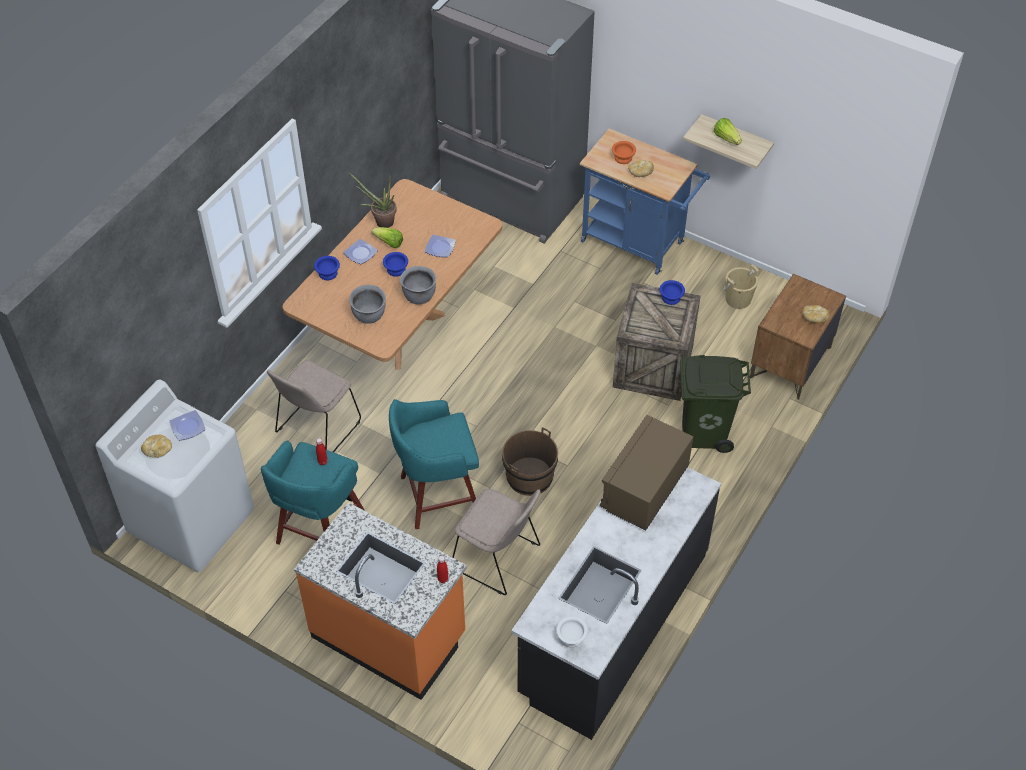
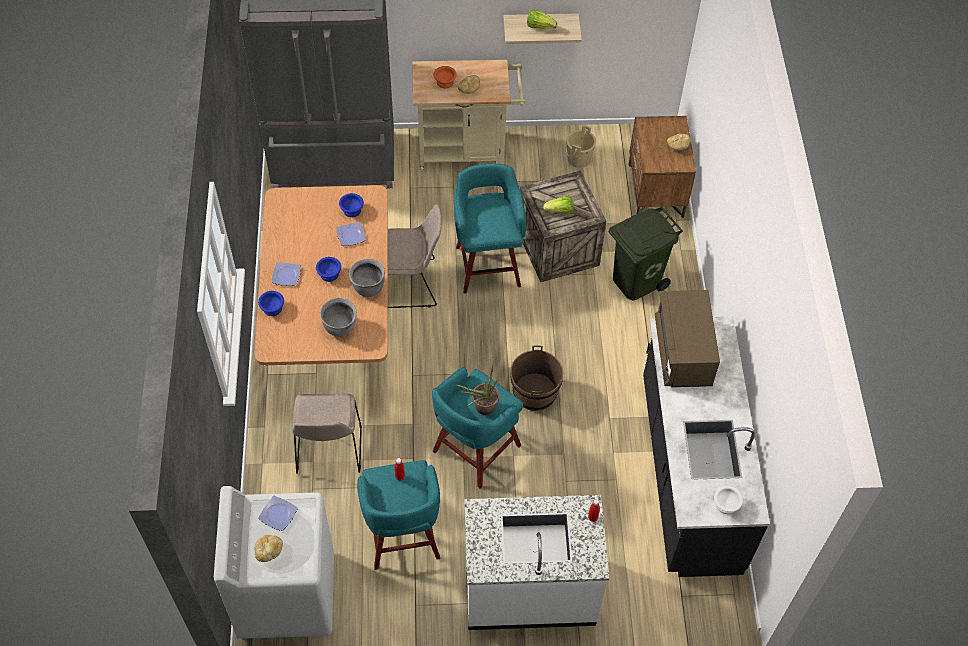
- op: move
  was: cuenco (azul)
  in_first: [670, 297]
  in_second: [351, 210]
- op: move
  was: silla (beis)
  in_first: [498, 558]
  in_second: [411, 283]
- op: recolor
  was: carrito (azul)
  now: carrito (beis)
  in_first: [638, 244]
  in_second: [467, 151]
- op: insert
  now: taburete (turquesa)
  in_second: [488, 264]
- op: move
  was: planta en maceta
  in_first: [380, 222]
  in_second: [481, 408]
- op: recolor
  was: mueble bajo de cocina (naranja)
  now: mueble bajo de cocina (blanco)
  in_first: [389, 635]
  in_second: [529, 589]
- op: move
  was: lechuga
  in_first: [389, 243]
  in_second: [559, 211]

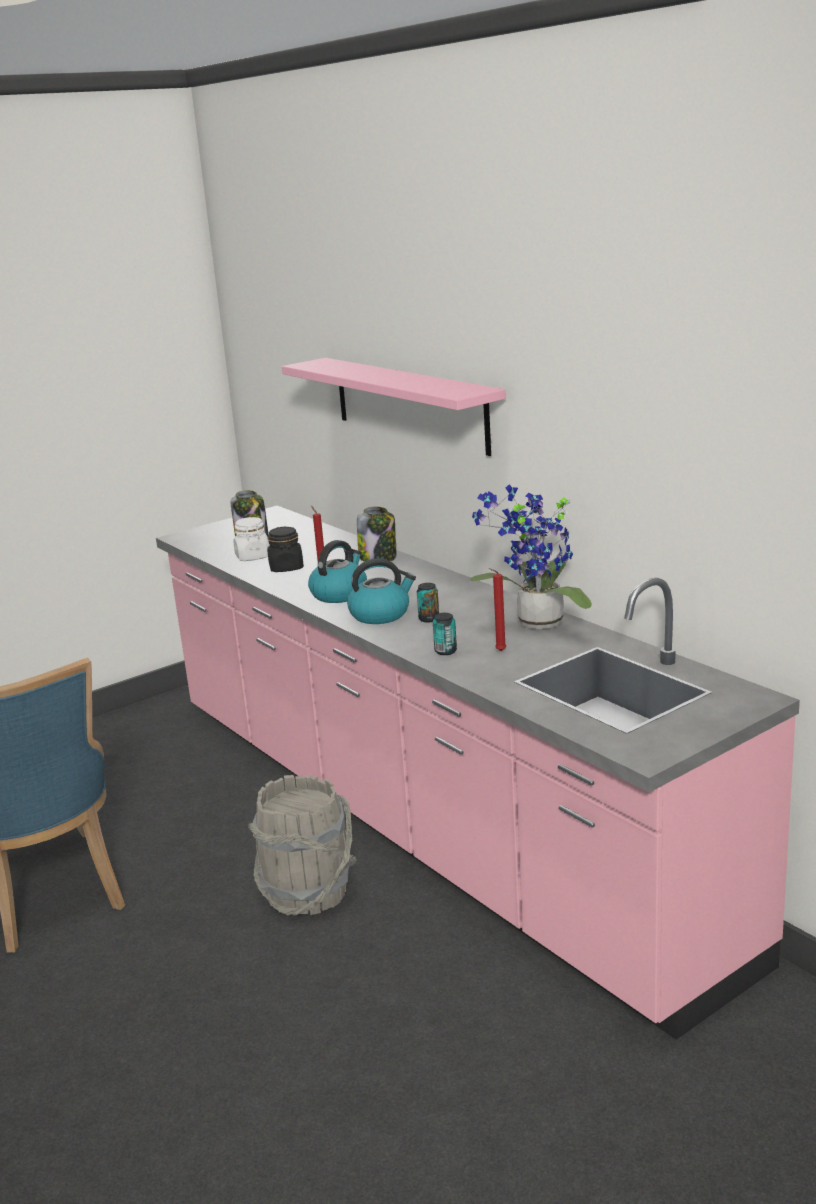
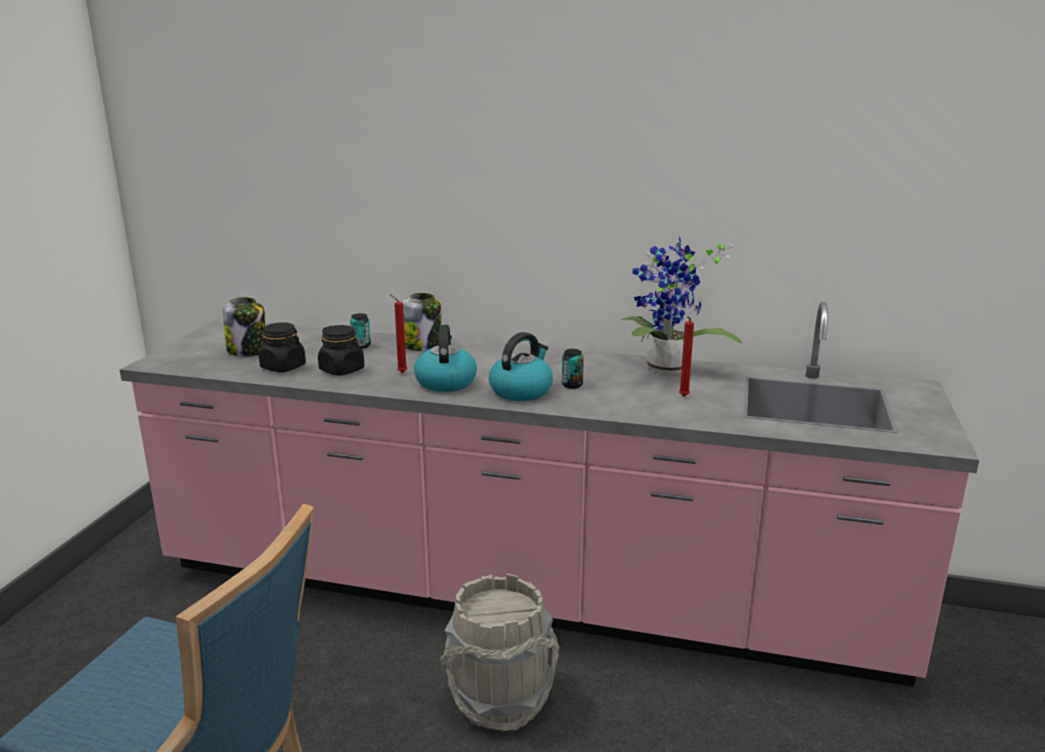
- op: recolor
  was: tarro (blanco)
  now: tarro (negro)
  in_first: [252, 557]
  in_second: [283, 367]
- op: move
  was: lata
  in_first: [445, 651]
  in_second: [361, 345]
- op: delete
  was: estante (rosa)
  in_first: [409, 404]

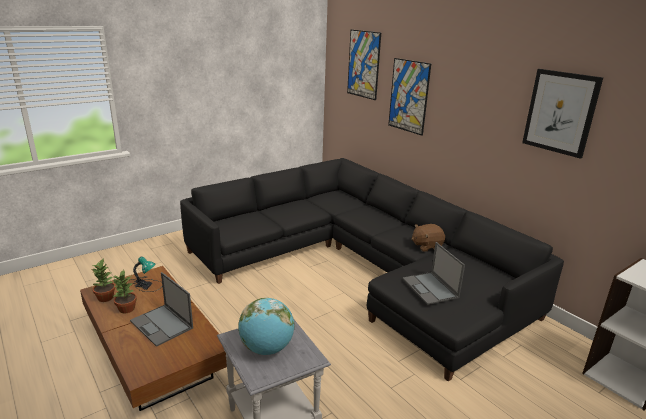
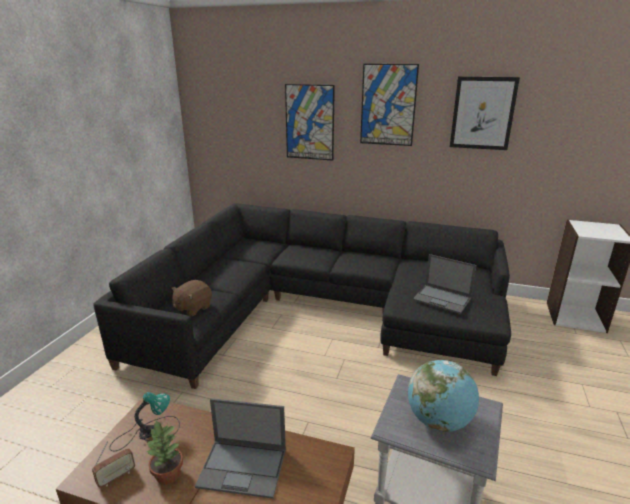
- op: replace
  was: planta en maceta
  now: radio
  in_first: [106, 297]
  in_second: [116, 477]
- op: move
  was: peluche (marrón)
  in_first: [426, 246]
  in_second: [193, 308]
- op: move
  was: cuadro
  in_first: [363, 64]
  in_second: [388, 105]

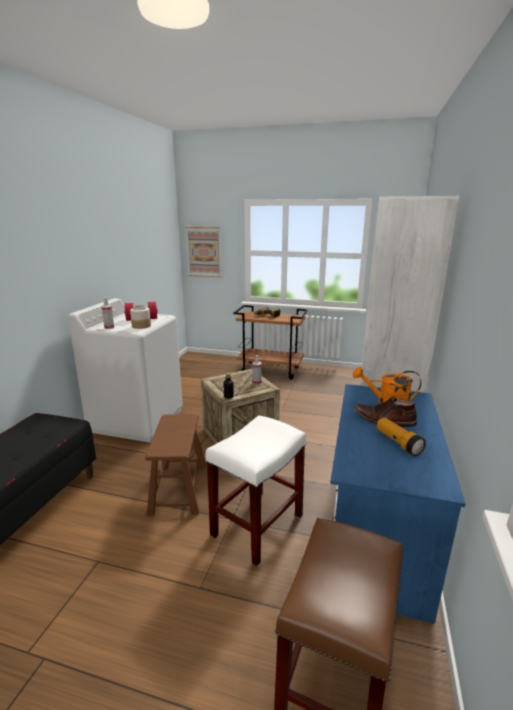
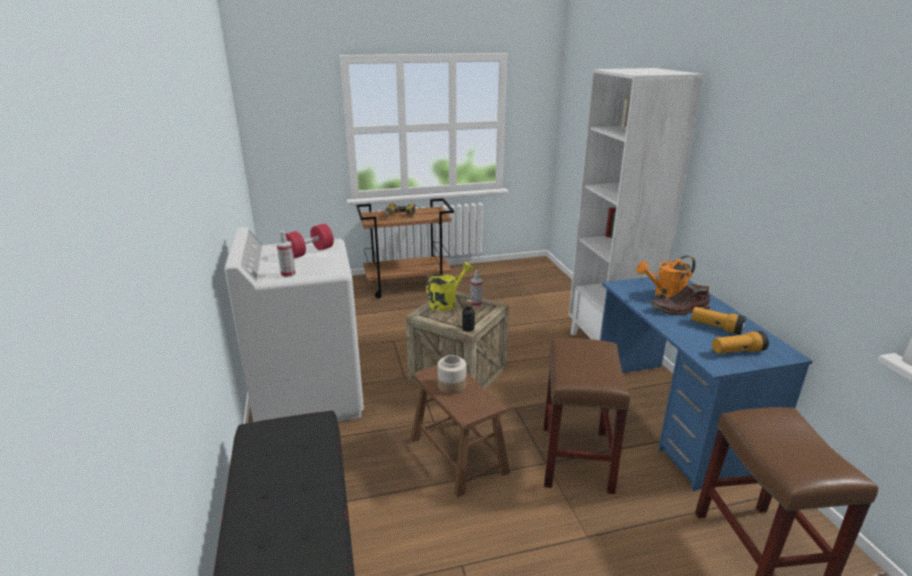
- op: insert
  now: regadera (amarillo)
  in_second: [446, 303]
- op: move
  was: tarro
  in_first: [141, 326]
  in_second: [451, 386]
- op: recolor
  was: taburete (blanco)
  now: taburete (marrón)
  in_first: [257, 525]
  in_second: [575, 457]
- op: insert
  now: linterna
  in_second: [737, 351]
- op: delete
  was: cuadro
  in_first: [204, 252]

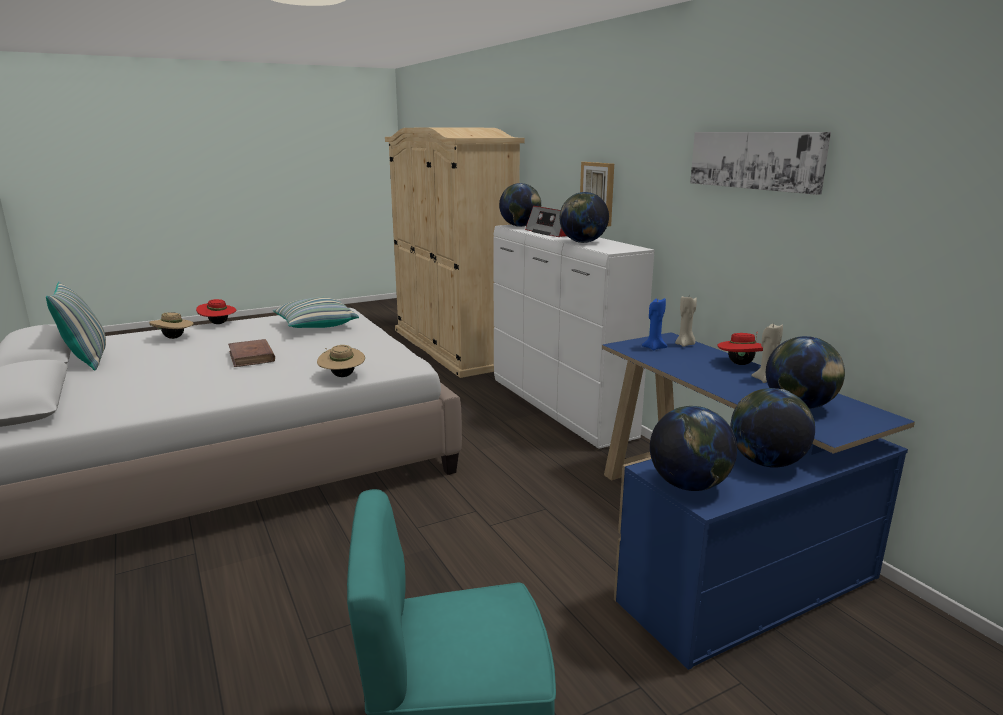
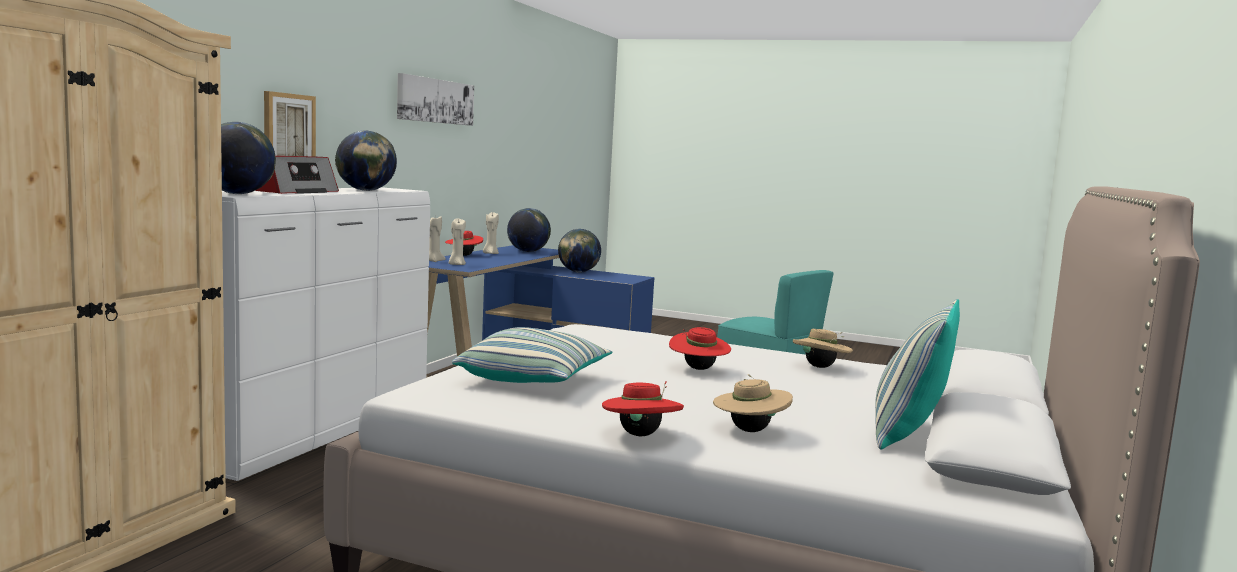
- op: recolor
  was: vela (azul)
  now: vela (beis)
  in_first: [654, 348]
  in_second: [456, 265]
- op: replace
  was: libro (marrón)
  now: sombrero (rojo)
  in_first: [251, 356]
  in_second: [698, 369]
- op: move
  was: sombrero (beis)
  in_first: [342, 376]
  in_second: [820, 367]
- op: delete
  was: globo terráqueo
  in_first: [689, 486]

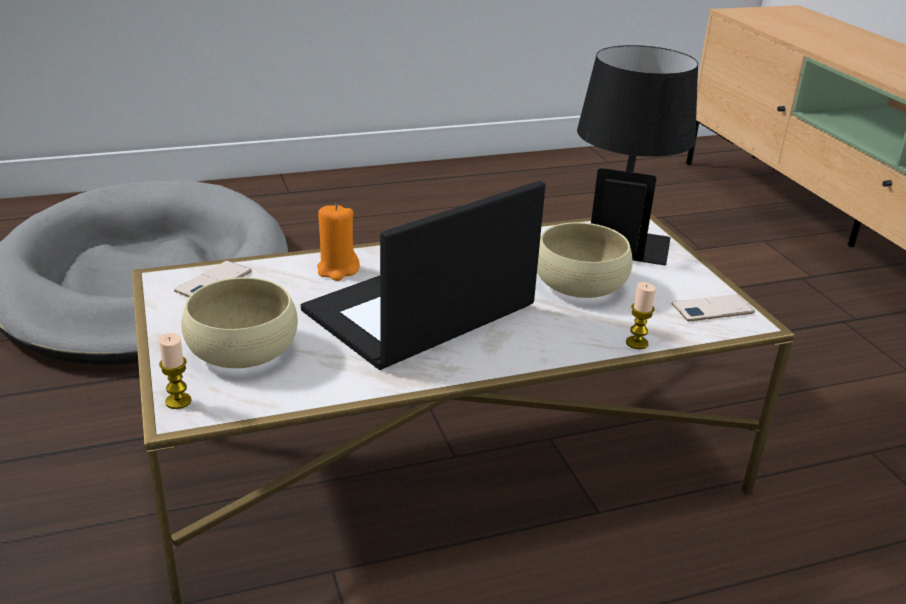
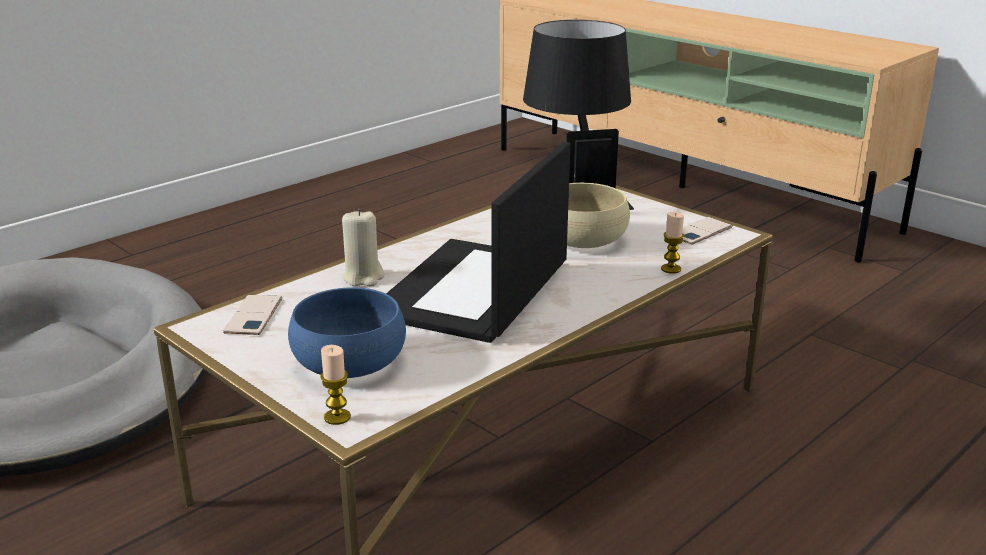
- op: recolor
  was: cuenco (beis)
  now: cuenco (azul)
  in_first: [243, 350]
  in_second: [350, 361]
- op: recolor
  was: vela (naranja)
  now: vela (beis)
  in_first: [337, 270]
  in_second: [363, 277]

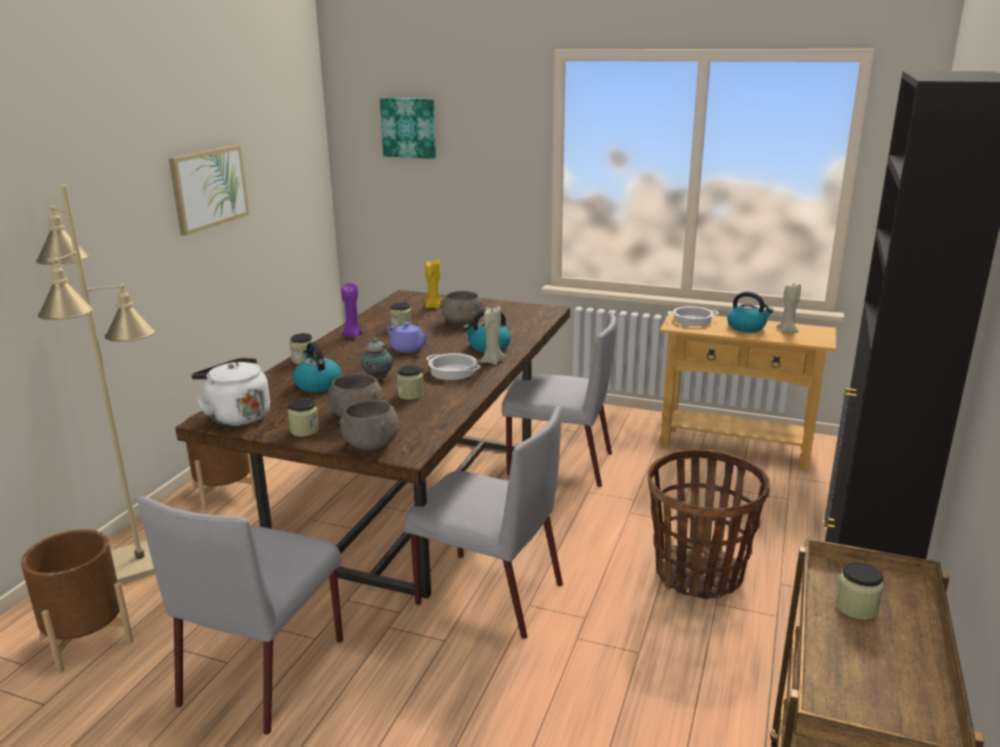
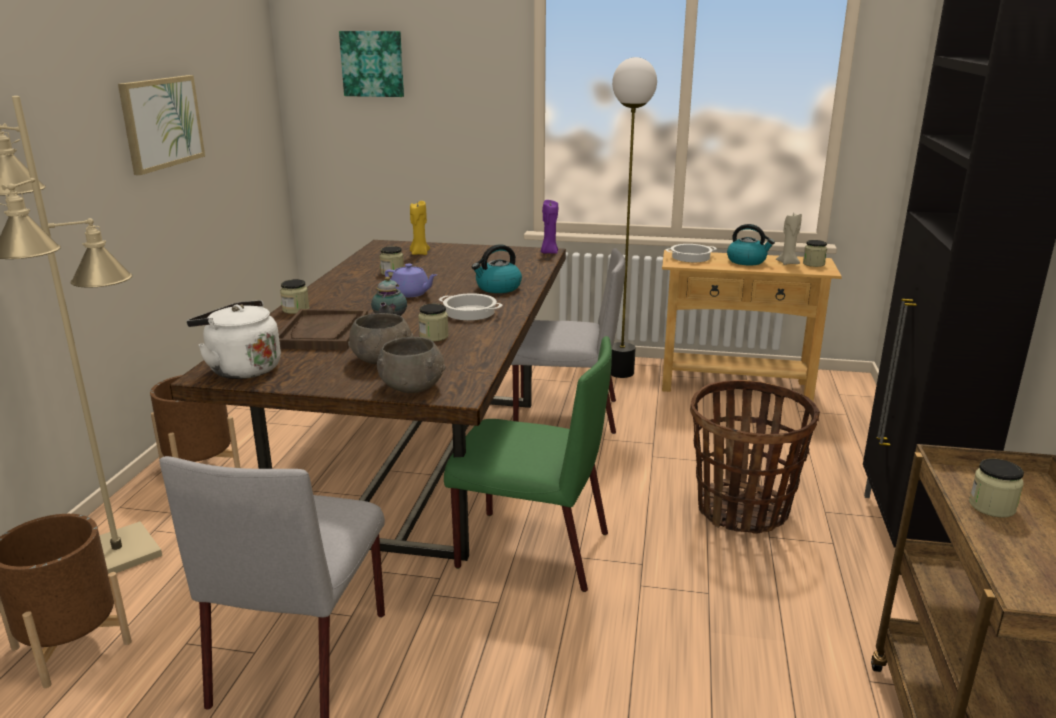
- op: replace
  was: hervidor
  now: bandeja (marrón)
  in_first: [317, 385]
  in_second: [323, 332]
- op: recolor
  was: silla (gris)
  now: silla (verde)
  in_first: [487, 594]
  in_second: [530, 549]
- op: move
  was: vela (morado)
  in_first: [352, 335]
  in_second: [549, 252]
- op: insert
  now: lámpara de pie
  in_second: [621, 373]
- op: move
  was: tarro
  in_first: [304, 430]
  in_second: [813, 264]
- op: delete
  was: cuenco (gris)
  in_first: [462, 322]
- op: delete
  was: vela (beis)
  in_first: [492, 361]

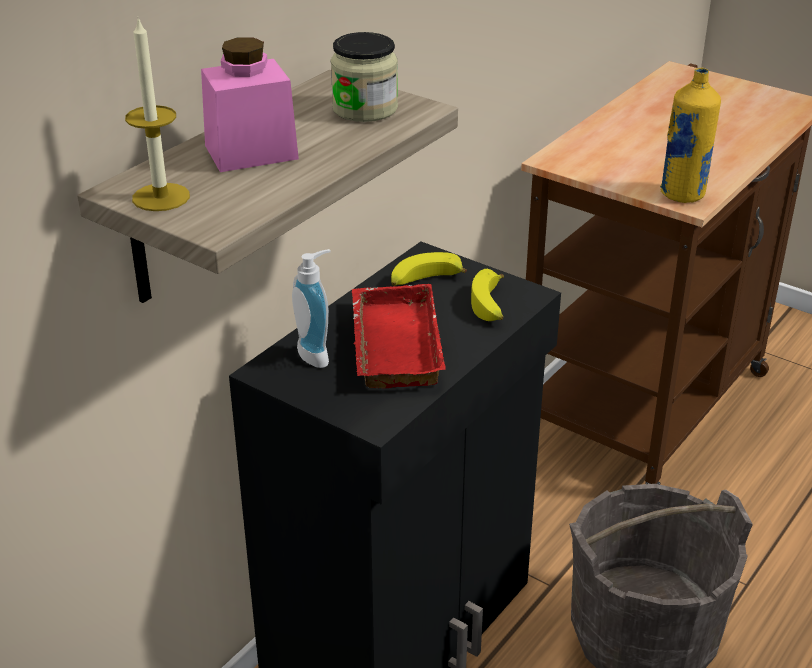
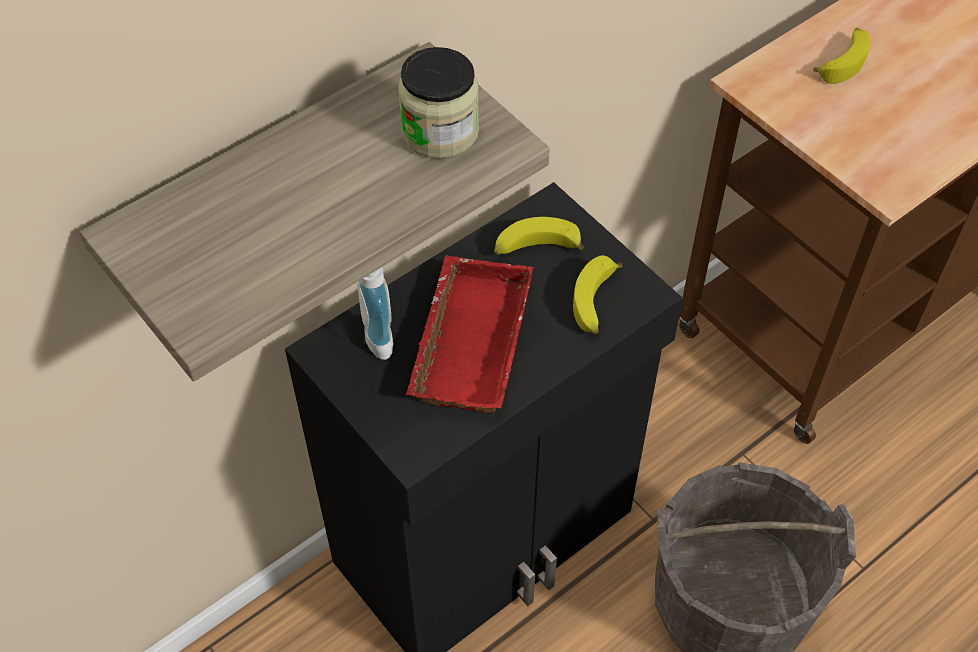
- op: insert
  now: plátano
  in_second: [843, 61]
- op: delete
  was: vela
  in_first: [161, 197]
- op: delete
  was: tarro (rosa)
  in_first: [251, 152]
- op: delete
  was: botella (amarillo)
  in_first: [682, 194]

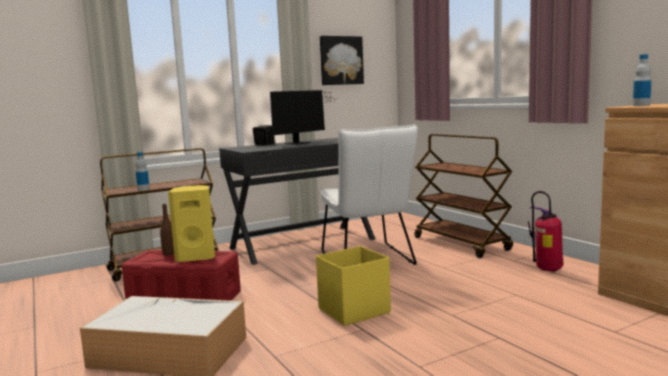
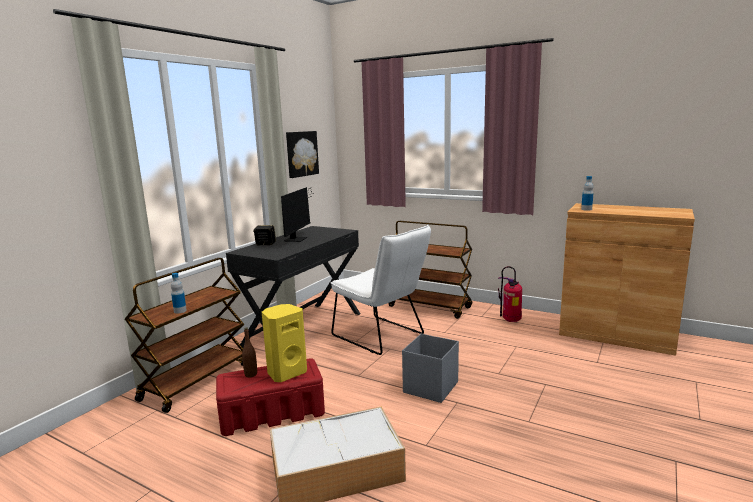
- op: recolor
  was: caja de almacenaje (amarillo)
  now: caja de almacenaje (gris)
  in_first: [353, 311]
  in_second: [430, 388]

